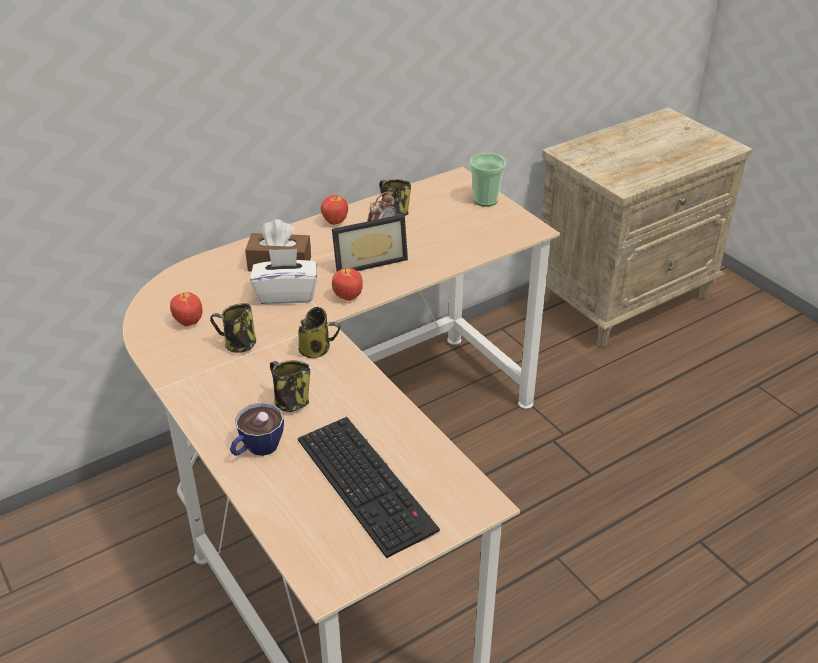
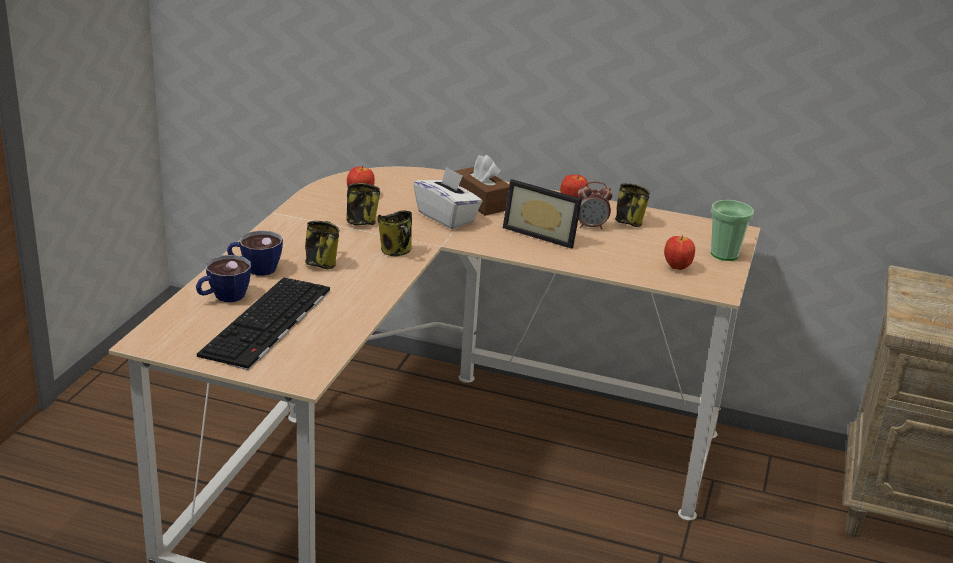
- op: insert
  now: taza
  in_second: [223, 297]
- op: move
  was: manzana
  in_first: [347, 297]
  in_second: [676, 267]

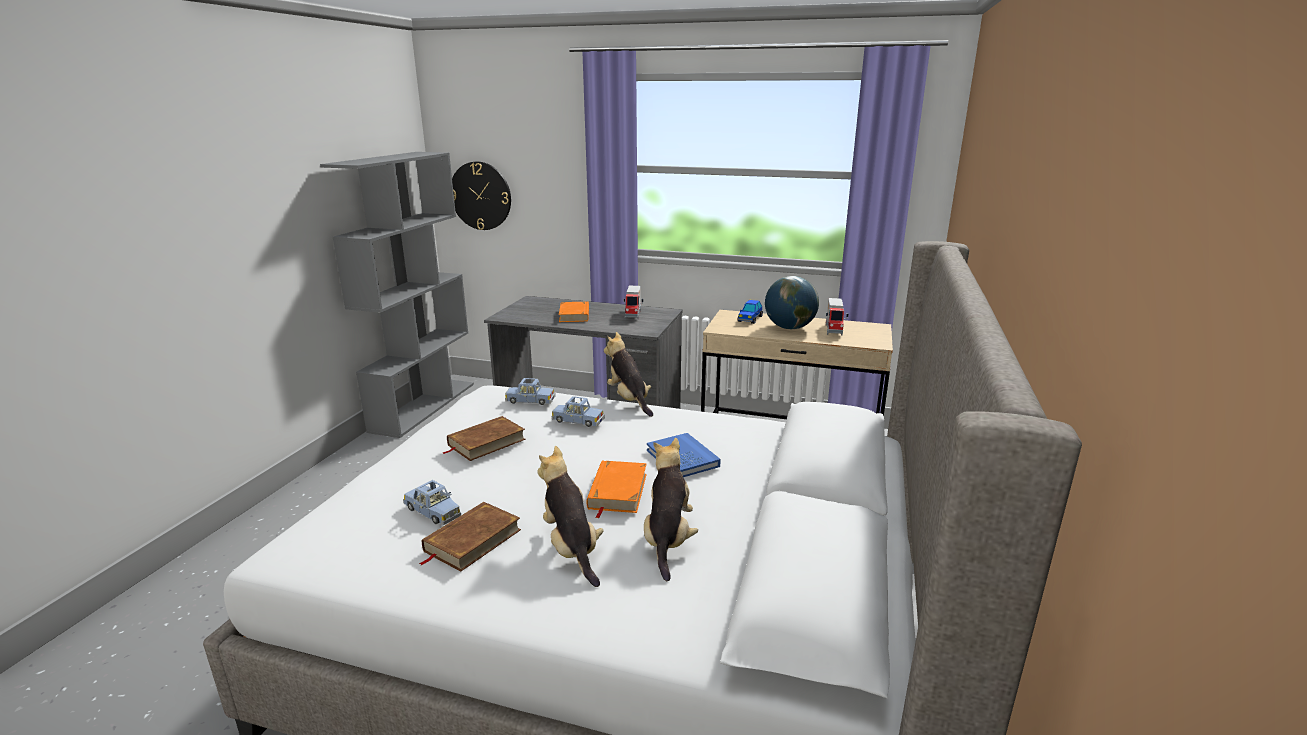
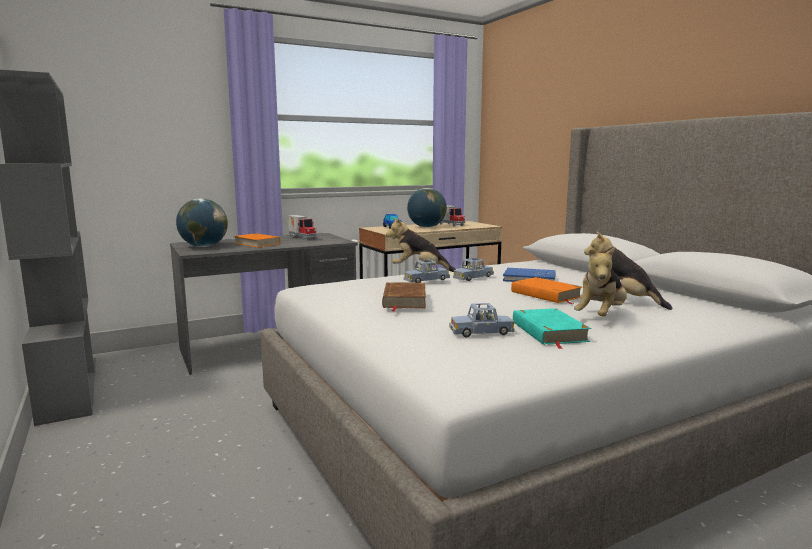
- op: insert
  now: globo terráqueo
  in_second: [203, 246]
- op: move
  was: coche de juguete (azul)
  in_first: [530, 401]
  in_second: [473, 278]
- op: recolor
  was: libro (marrón)
  now: libro (turquesa)
  in_first: [472, 540]
  in_second: [548, 332]
- op: rotate
  was: peluche
  in_first: [571, 548]
  in_second: [601, 316]
  clockwise: -75
- op: delete
  was: reloj de pared
  in_first: [481, 196]

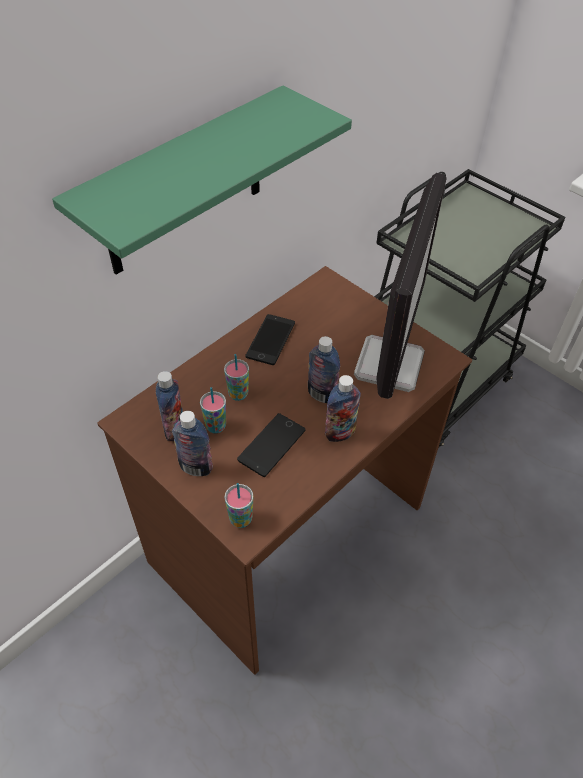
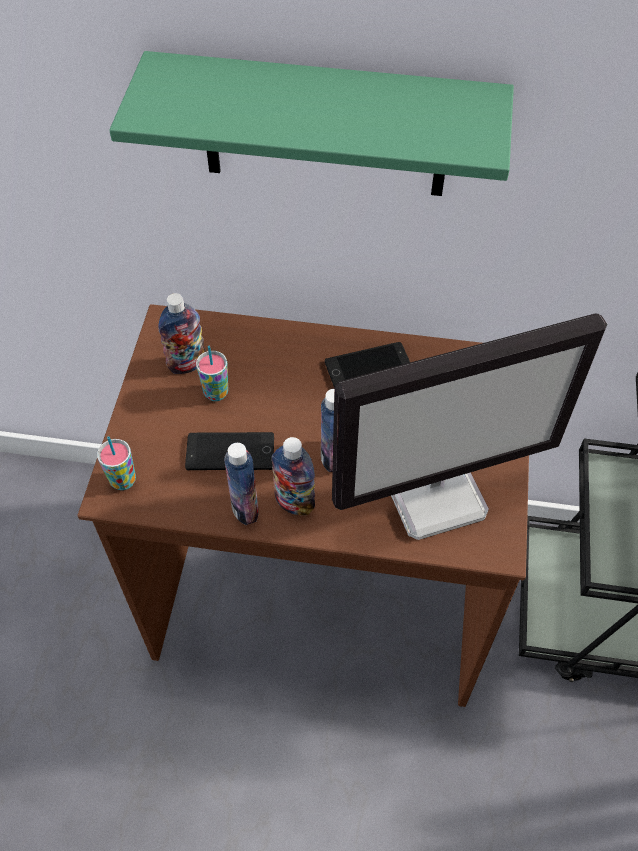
- op: move
  was: botella
  in_first: [196, 467]
  in_second: [245, 508]
- op: delete
  was: taza
  in_first: [238, 394]

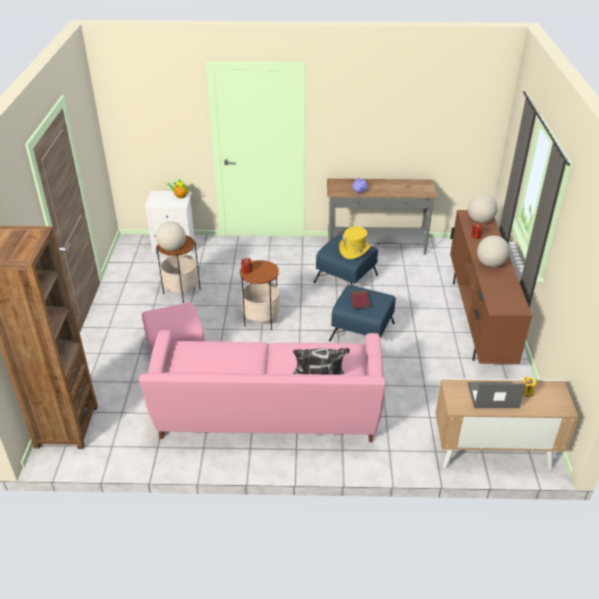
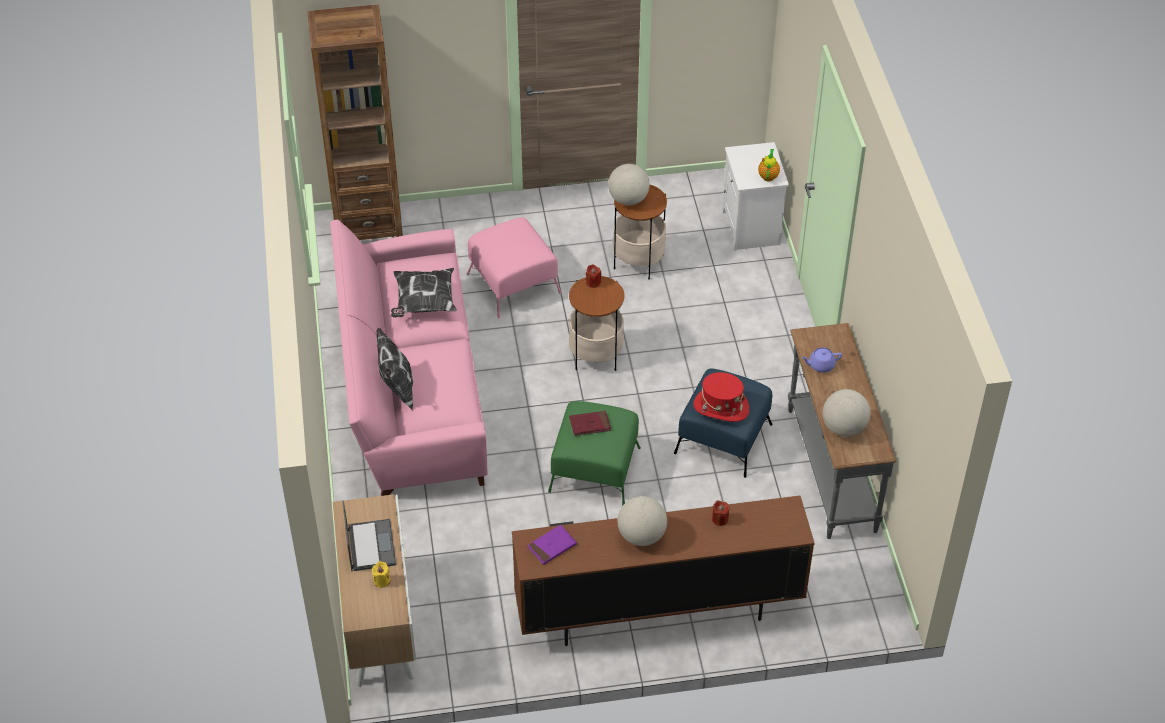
- op: insert
  now: cojín
  in_second: [424, 303]
- op: insert
  now: libro (morado)
  in_second: [552, 546]
- op: recolor
  was: puf (azul)
  now: puf (verde)
  in_first: [362, 332]
  in_second: [594, 470]
- op: recolor
  was: sombrero (amarillo)
  now: sombrero (rojo)
  in_first: [354, 250]
  in_second: [721, 407]
- op: move
  was: globo terráqueo
  in_first: [480, 220]
  in_second: [843, 428]

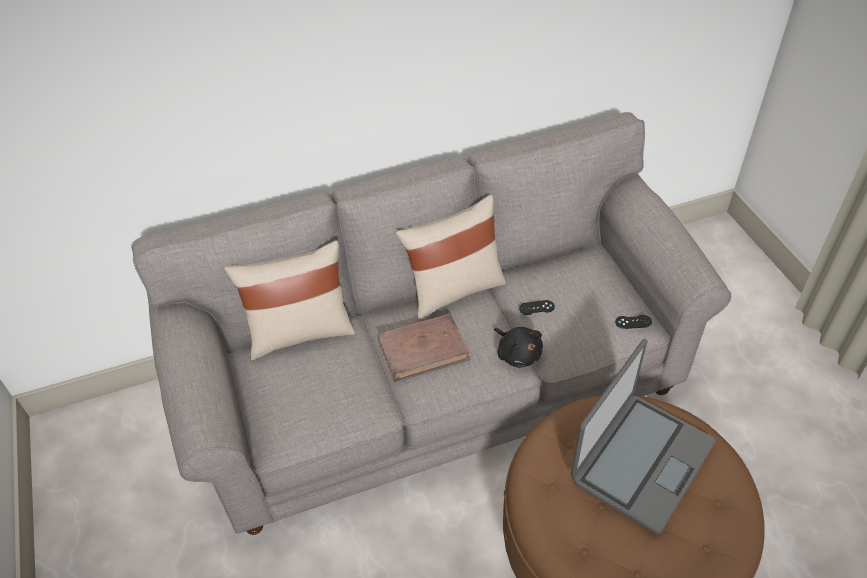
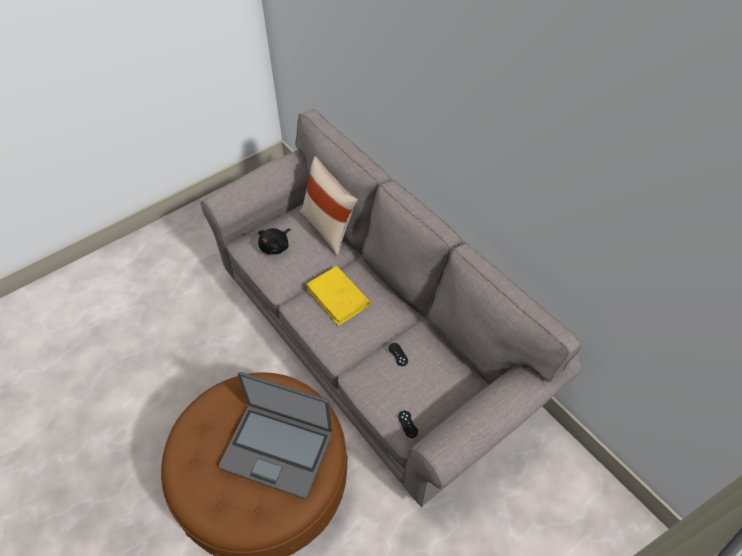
- op: move
  was: peluche (negro)
  in_first: [518, 354]
  in_second: [276, 247]
- op: recolor
  was: libro (marrón)
  now: libro (amarillo)
  in_first: [423, 350]
  in_second: [338, 297]
- op: delete
  was: cojín (beis)
  in_first: [454, 290]

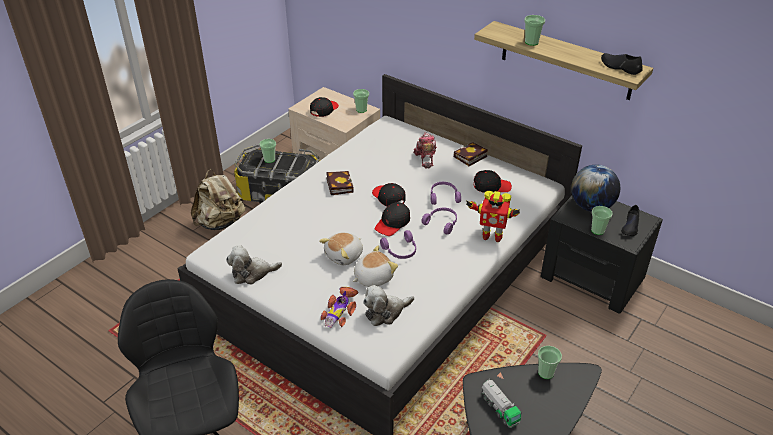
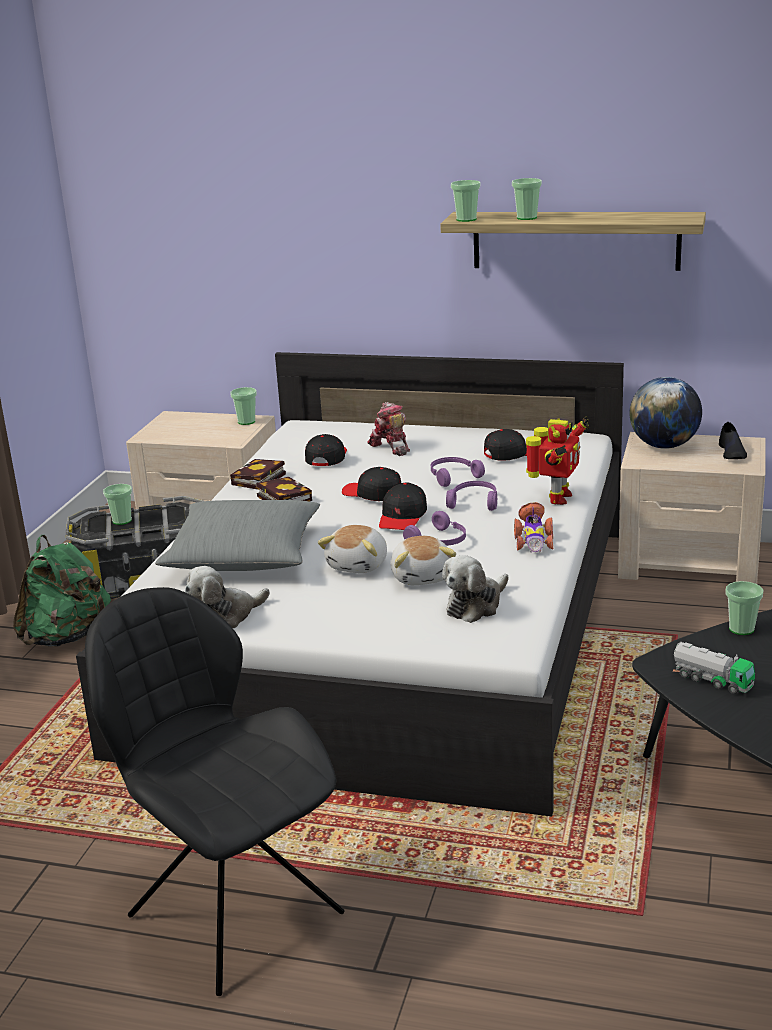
- op: recolor
  was: mochila (beis)
  now: mochila (verde)
  in_first: [221, 223]
  in_second: [67, 637]
- op: insert
  now: cojín (gris)
  in_second: [244, 555]
- op: move
  was: libro
  in_first: [469, 157]
  in_second: [258, 480]
- op: move
  was: gorra (negro)
  in_first: [324, 110]
  in_second: [326, 458]
- op: rotate
  was: peluche
  in_first: [373, 277]
  in_second: [422, 576]
  clockwise: 135
- op: move
  was: taza
  in_first: [597, 230]
  in_second: [466, 219]
- op: move
  was: coche de juguete
  in_first: [340, 312]
  in_second: [533, 539]
- op: rotate
  was: robot de juguete
  in_first: [491, 236]
  in_second: [557, 498]
  clockwise: -60
- op: recolor
  was: mesita de noche (negro)
  now: mesita de noche (beis)
  in_first: [593, 277]
  in_second: [690, 561]
- op: delete
  was: zapato (negro)
  in_first: [620, 67]

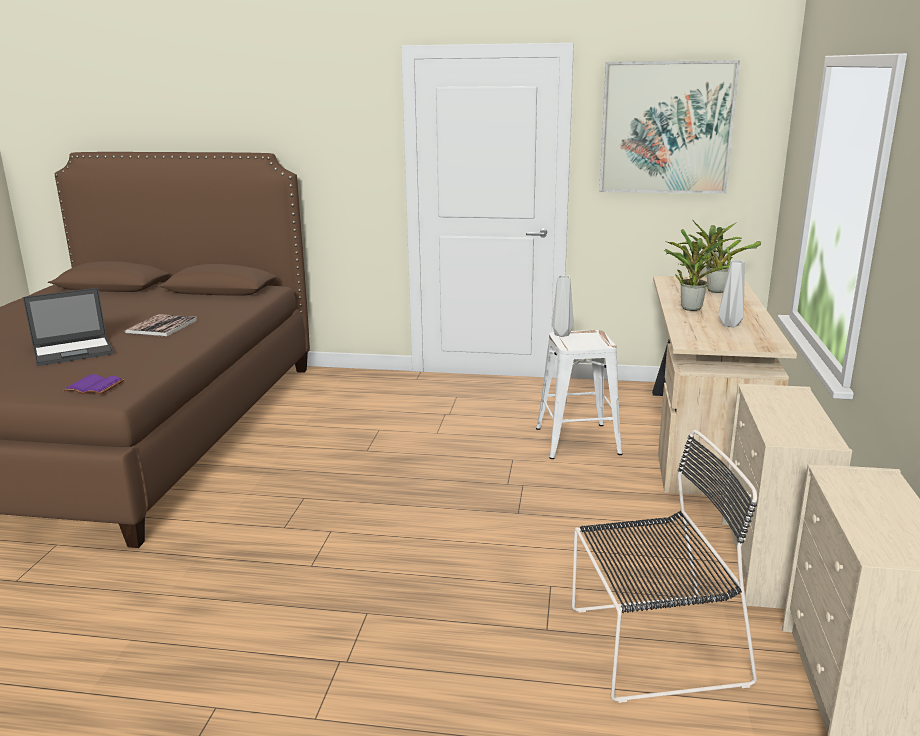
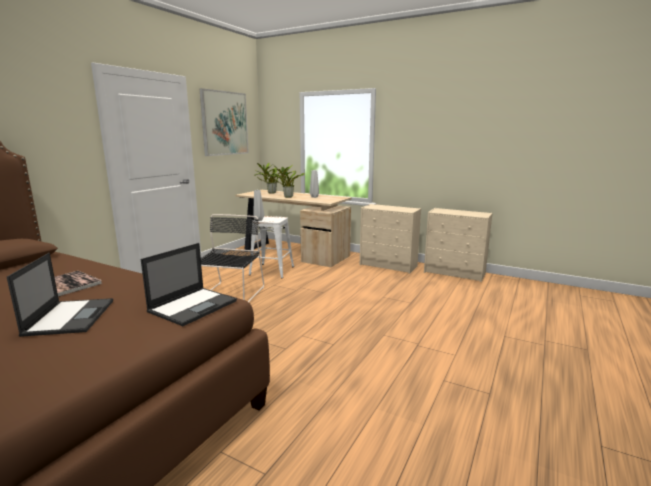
- op: replace
  was: libro (morado)
  now: portátil
  in_first: [96, 386]
  in_second: [193, 306]
- op: move
  was: silla (negro)
  in_first: [651, 646]
  in_second: [230, 295]

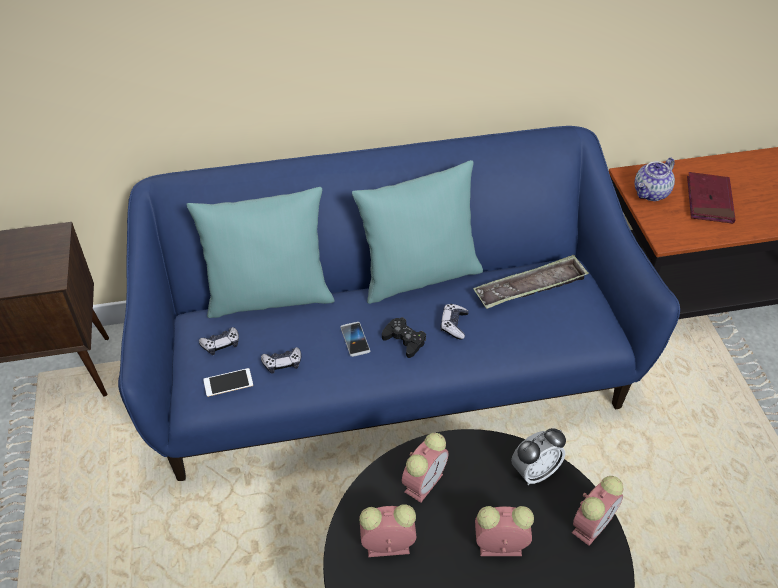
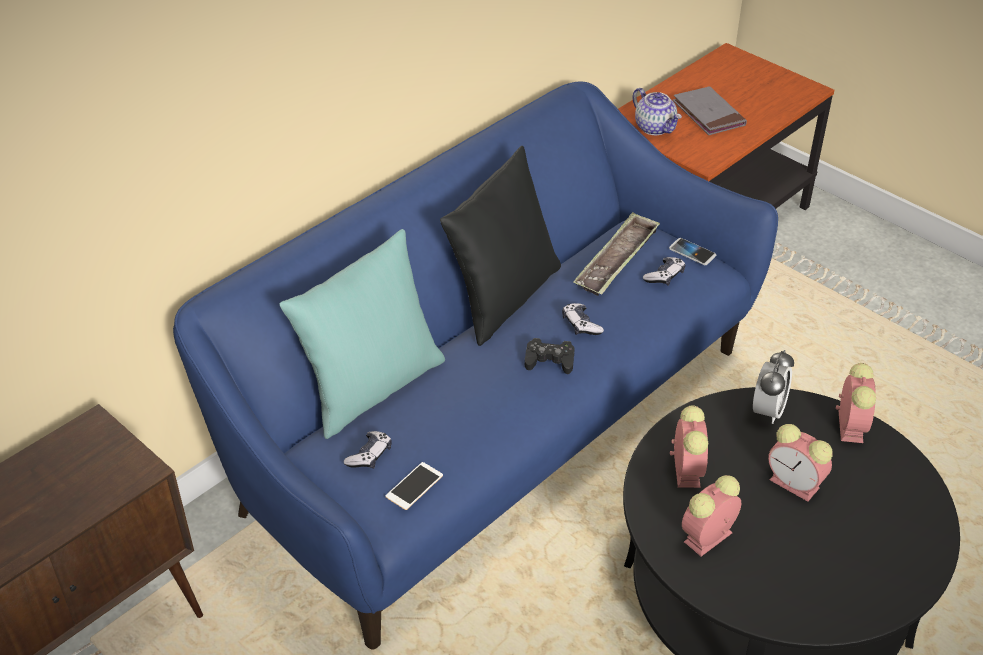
- op: recolor
  was: cojín (turquesa)
  now: cojín (negro)
  in_first: [419, 276]
  in_second: [503, 298]
- op: rotate
  was: tetera
  in_first: [651, 193]
  in_second: [655, 128]
  clockwise: -45
- op: move
  was: mando de consola
  in_first: [282, 363]
  in_second: [664, 276]
- op: move
  was: móvil
  in_first: [355, 339]
  in_second: [692, 252]
- op: recolor
  was: libro (rojo)
  now: libro (gris)
  in_first: [709, 200]
  in_second: [708, 114]
- op: rotate
  was: despertador
  in_first: [498, 546]
  in_second: [796, 484]
  clockwise: -105

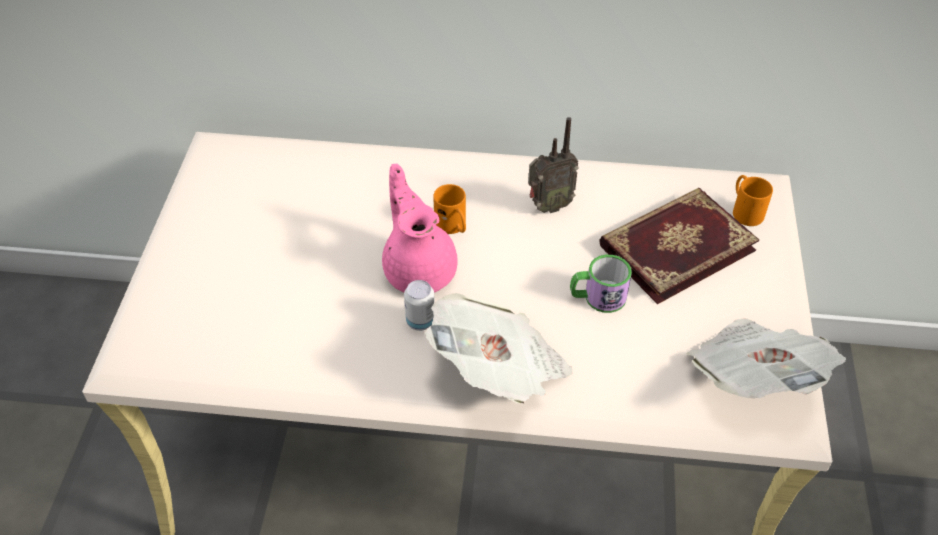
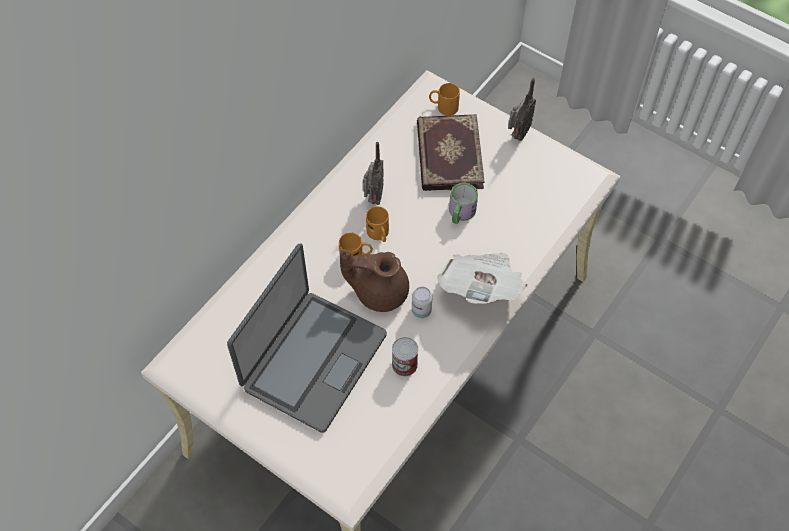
- op: insert
  now: portátil
  in_second: [313, 360]
- op: recolor
  was: tetera (rosa)
  now: tetera (marrón)
  in_first: [419, 269]
  in_second: [379, 291]
- op: insert
  now: taza grande (naranja)
  in_second: [379, 234]
- op: insert
  now: lata
  in_second: [404, 364]
- op: insert
  now: radio
  in_second: [517, 135]
- op: delete
  was: periódico
  in_first: [754, 377]

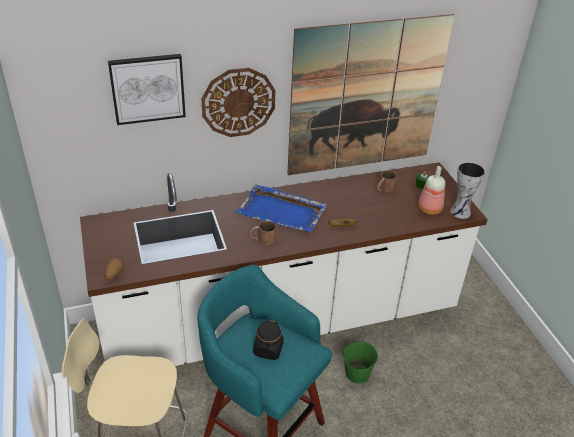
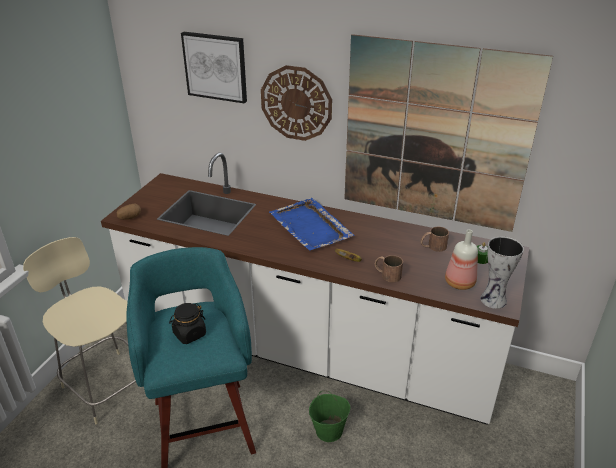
- op: move
  was: taza grande (marrón)
  in_first: [262, 239]
  in_second: [387, 274]

